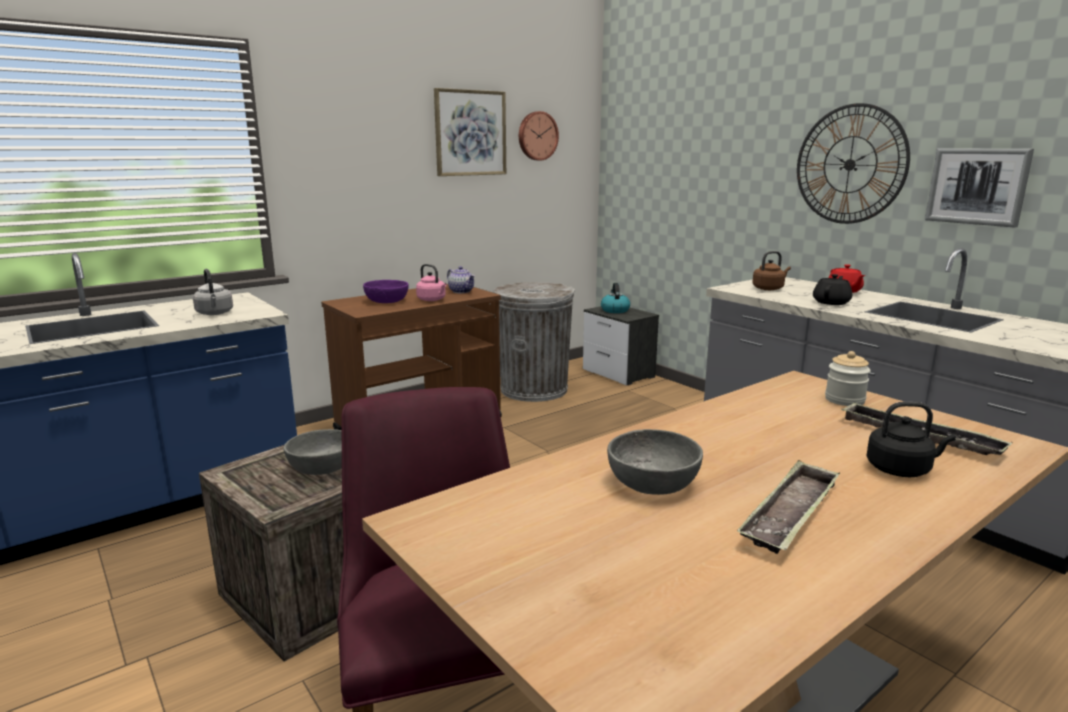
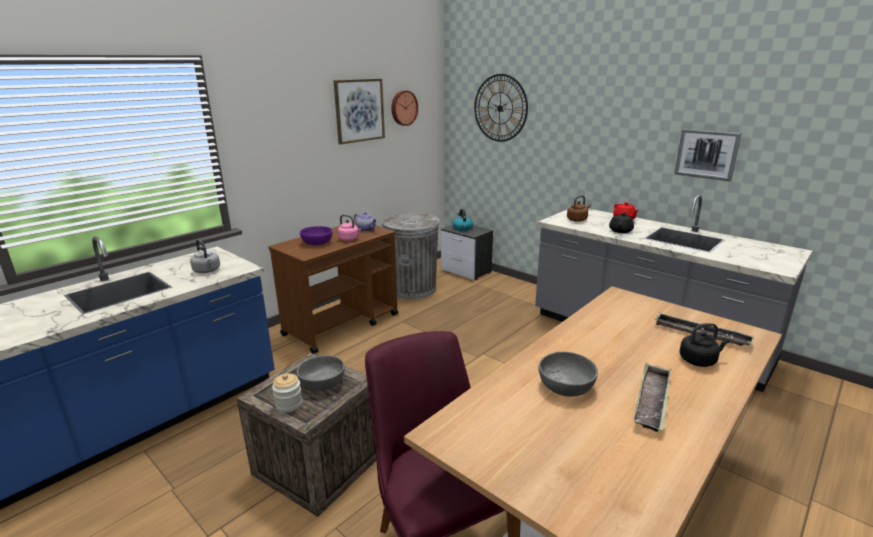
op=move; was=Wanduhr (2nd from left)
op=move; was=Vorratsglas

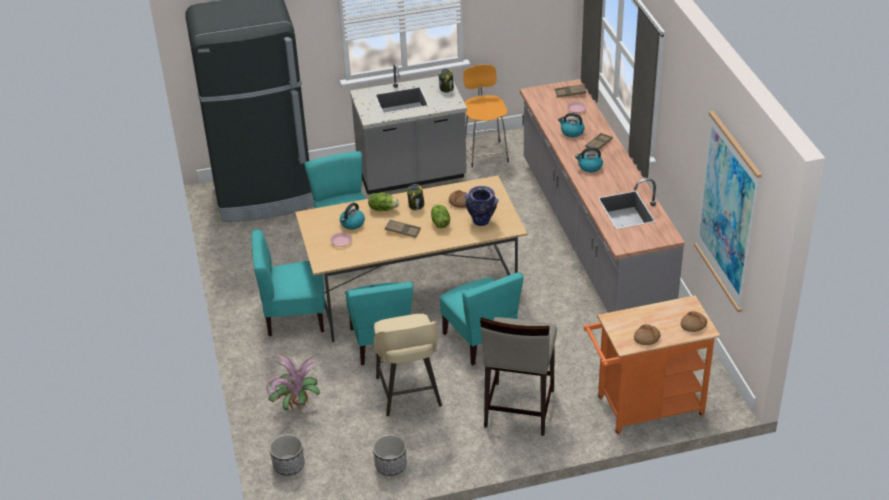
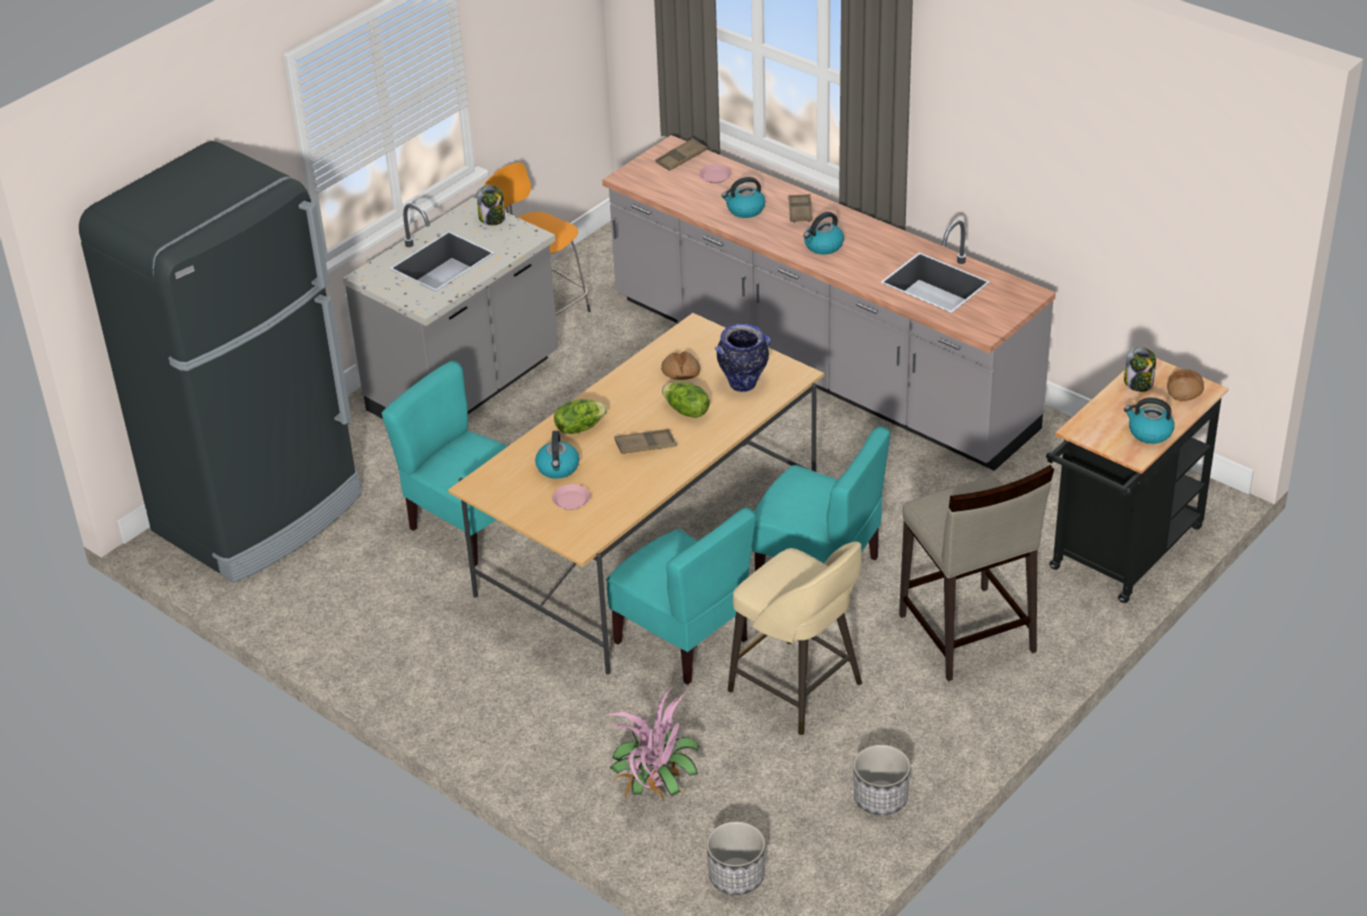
op=delete; was=Stuhl [türkis] (1st from left)
op=move; was=Vorratsglas (1st from left in the first image); now=Vorratsglas (2nd from left)
op=recolor; was=Rollwagen [orange]; now=Rollwagen [schwarz]
op=replace; was=Brot (2nd from left); now=Wasserkessel (4th from left)
op=delete; was=Bild

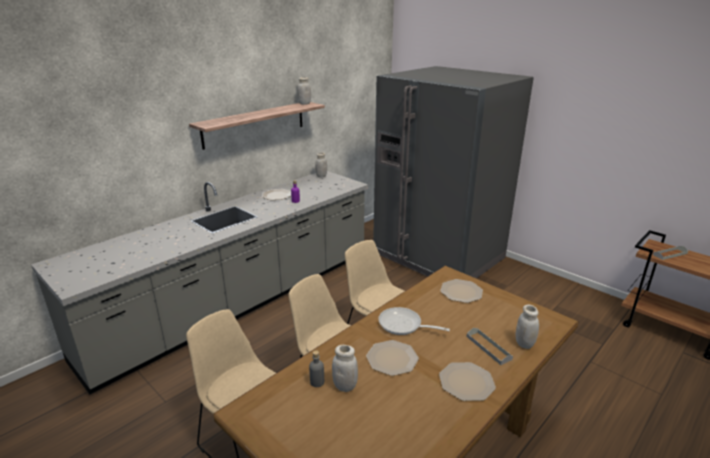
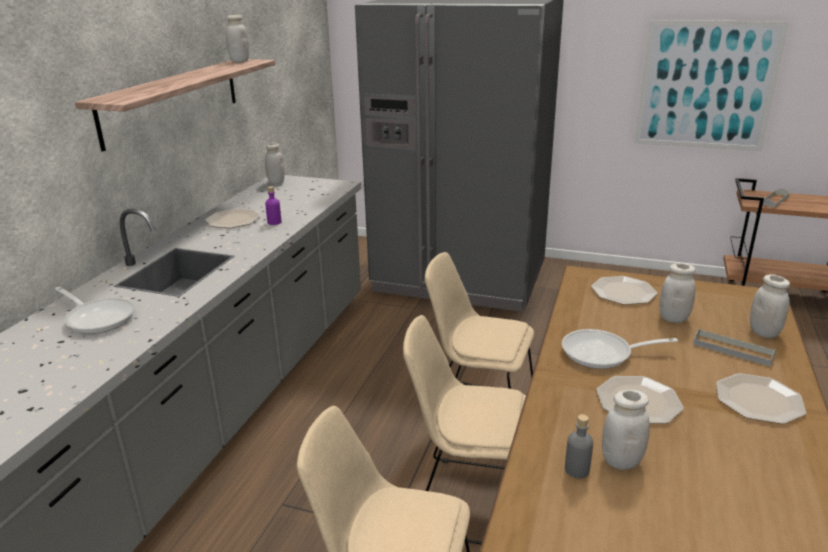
op=insert; now=Pfanne (1st from left)
op=insert; now=Bild
op=insert; now=Vorratsglas [weiß] (4th from left)

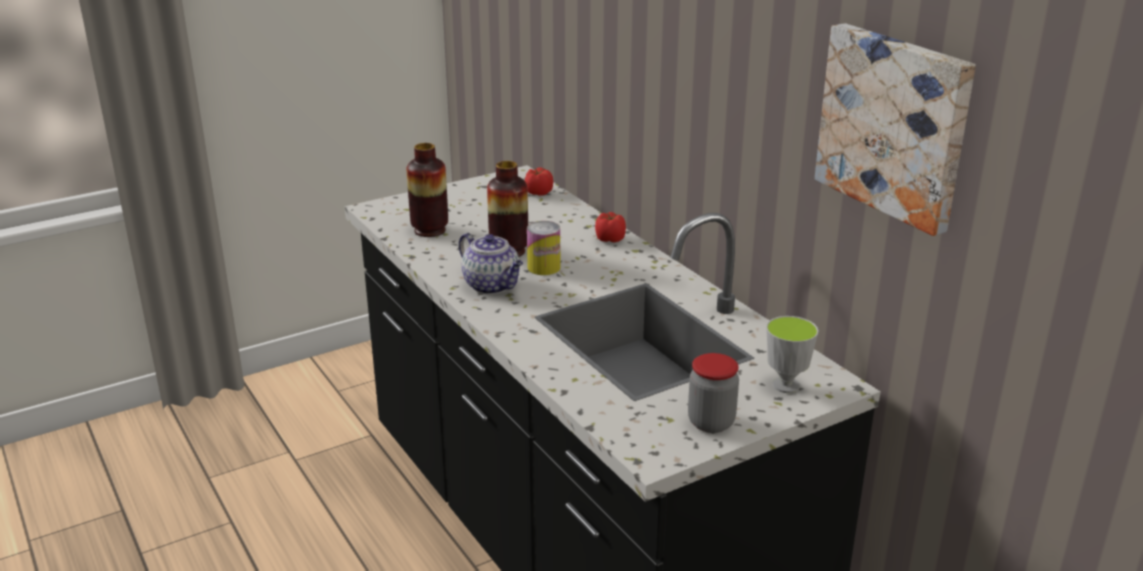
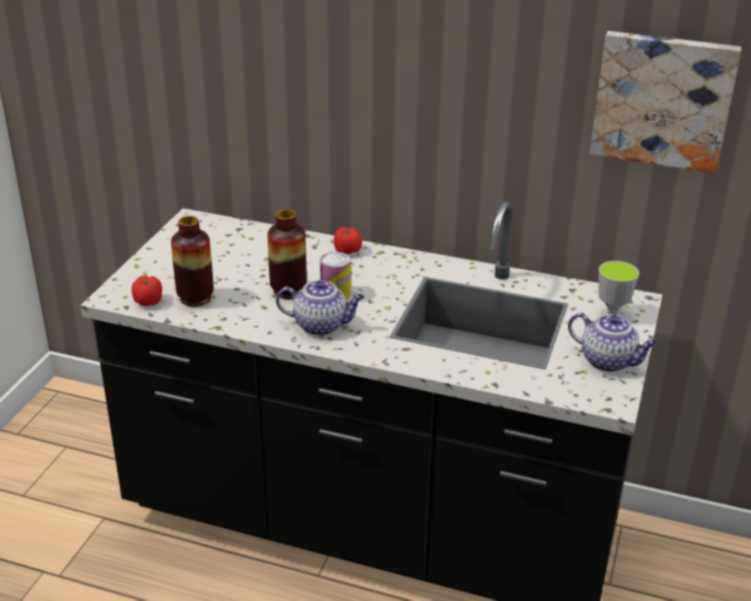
op=move; was=Tomate (1st from left)
op=replace; was=Vorratsglas; now=Teekanne (2nd from left)

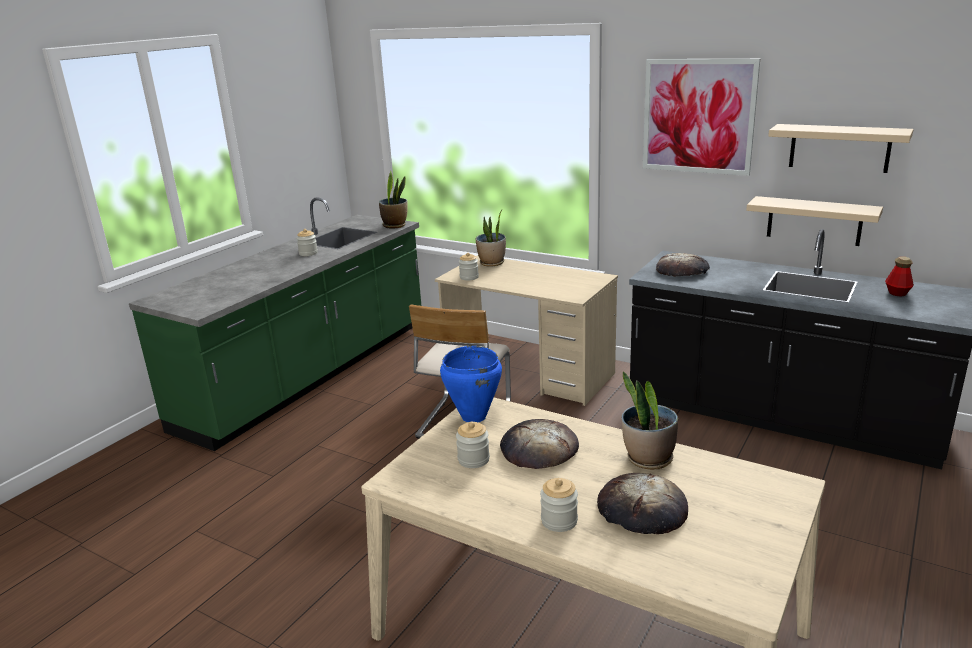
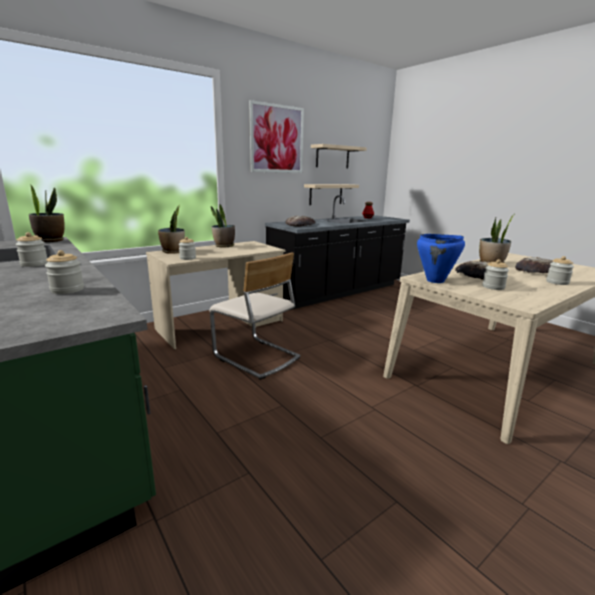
op=insert; now=Vorratsglas (2nd from left)
op=insert; now=Topfpflanze (3rd from left)

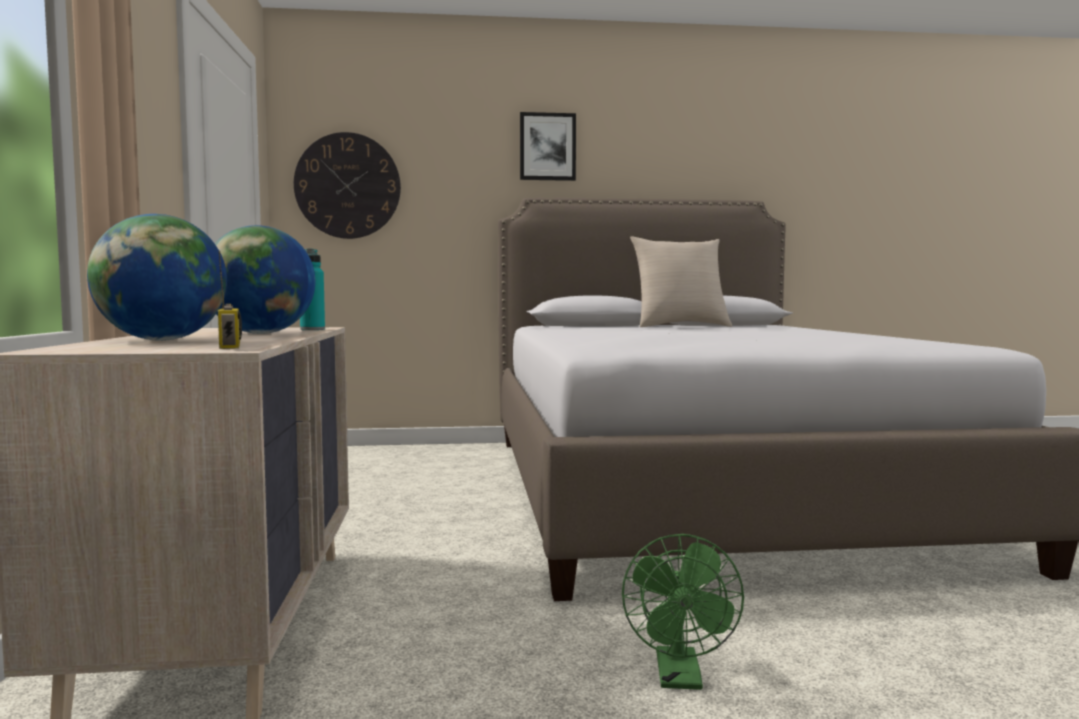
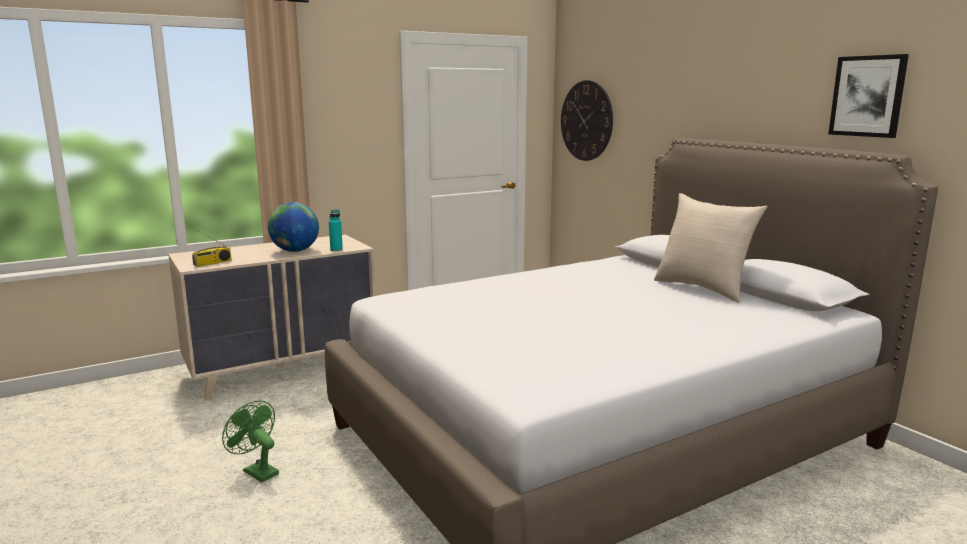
op=delete; was=Globus (1st from left)
op=move; was=Bild
op=rotate; was=Ventilator [grün]; clockwise=60

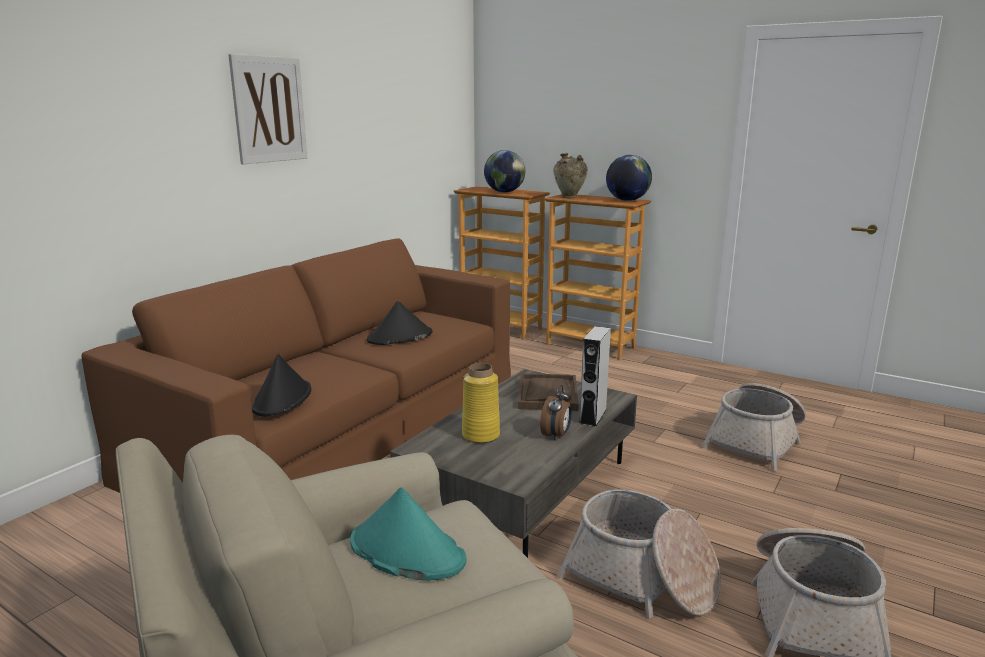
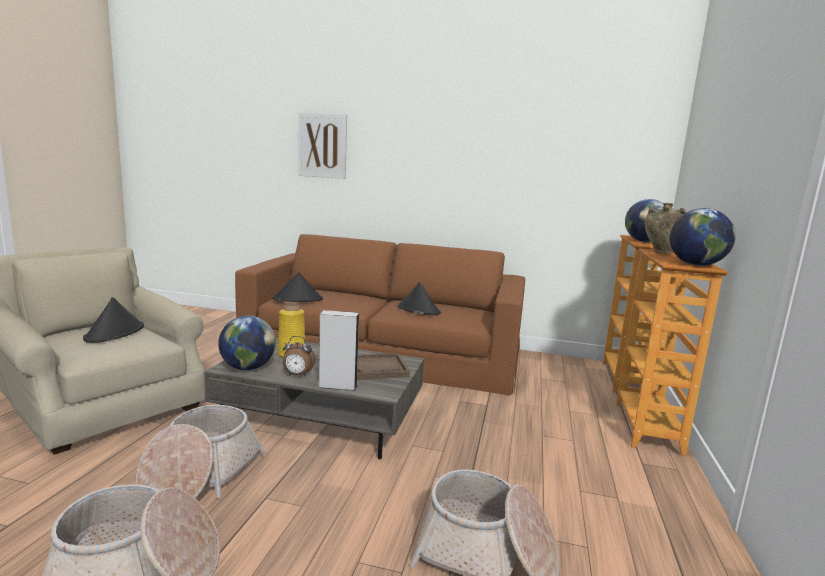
op=move; was=Bild
op=recolor; was=Hut [türkis]; now=Hut [schwarz] (1st from left)
op=insert; now=Globus (1st from left)

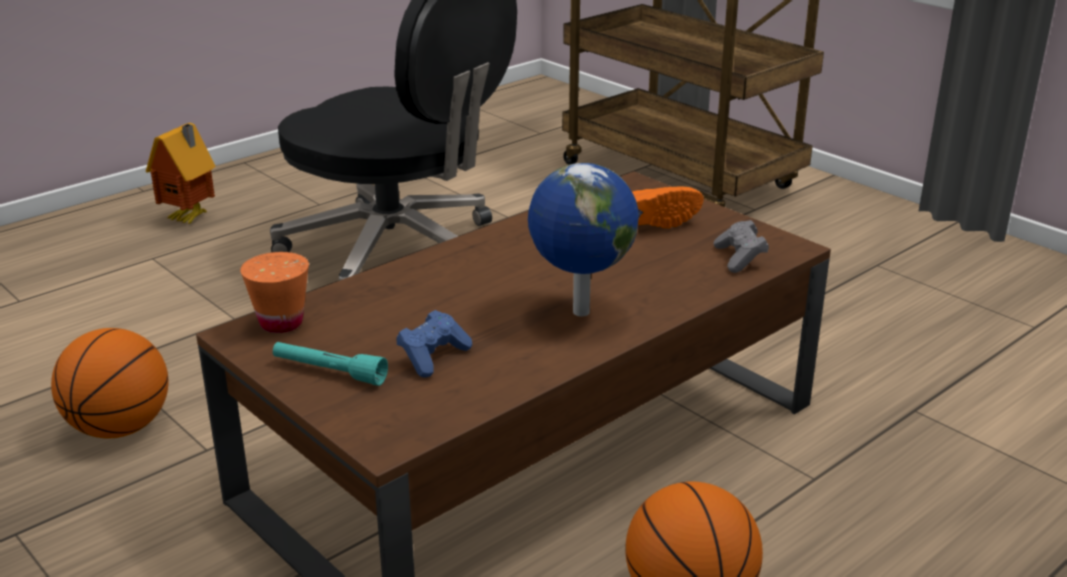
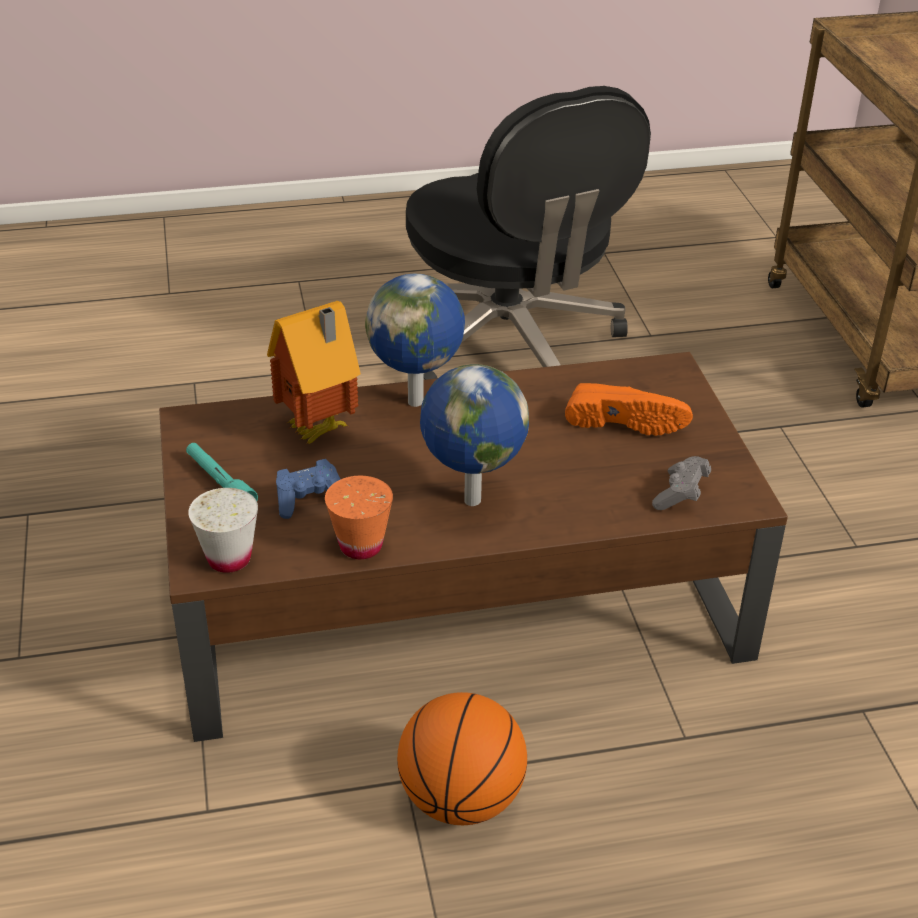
op=delete; was=Basketball (1st from left)
op=move; was=Spielzeughaus
op=move; was=Tasse [orange]
op=insert; now=Tasse [weiß]
op=insert; now=Globus (1st from left)

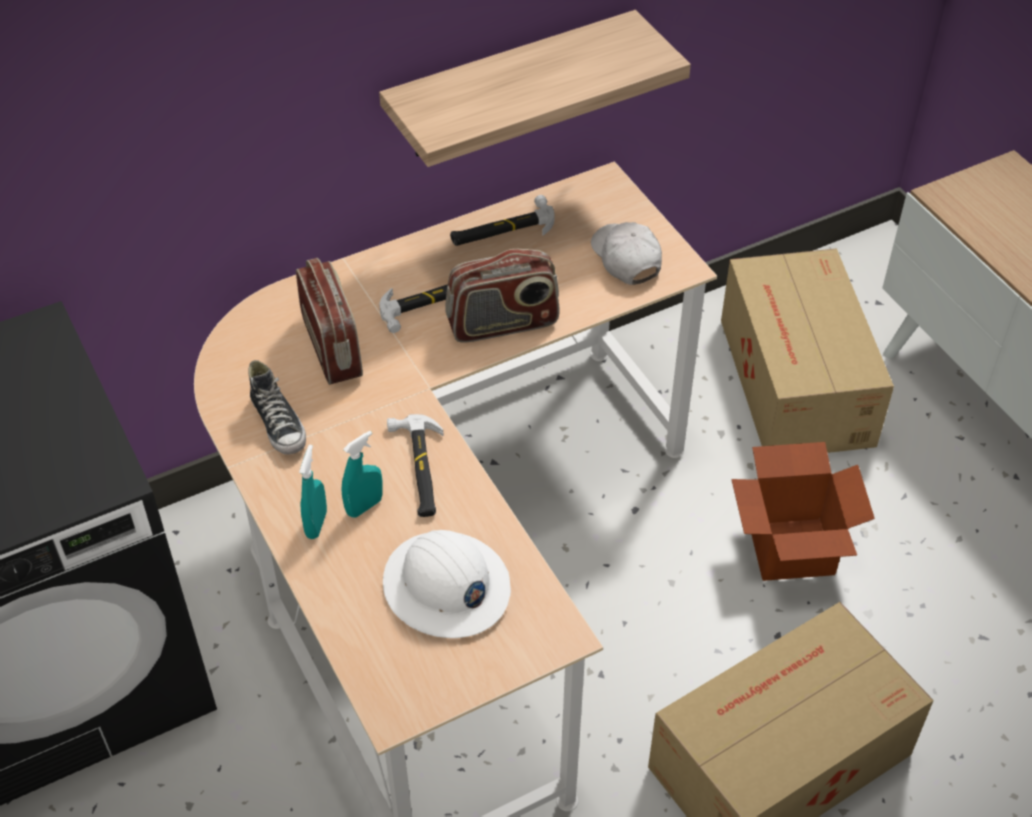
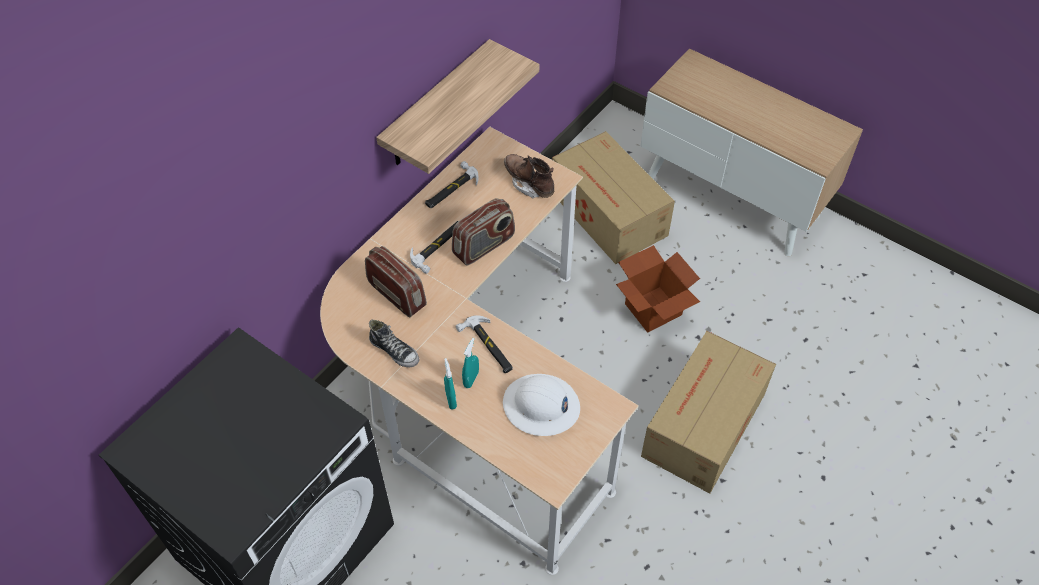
op=replace; was=Kappe [weiß]; now=Stiefel [braun]

